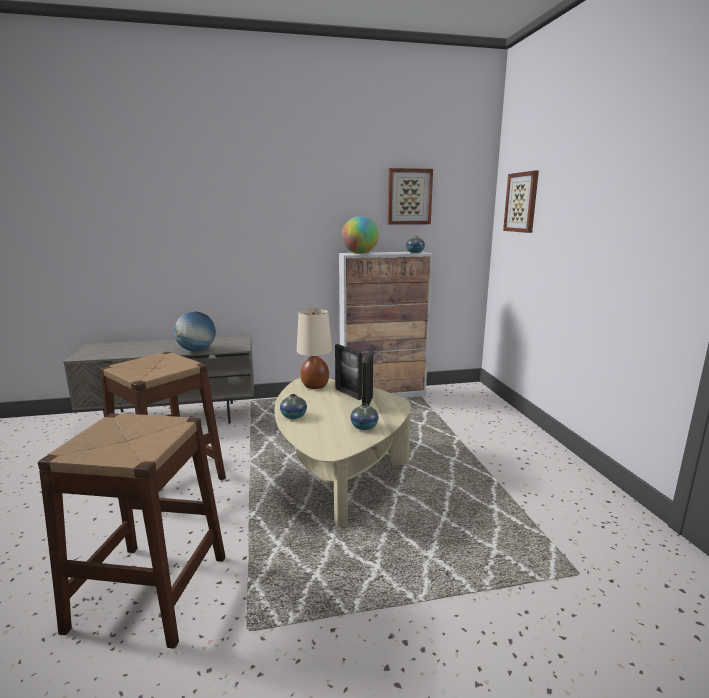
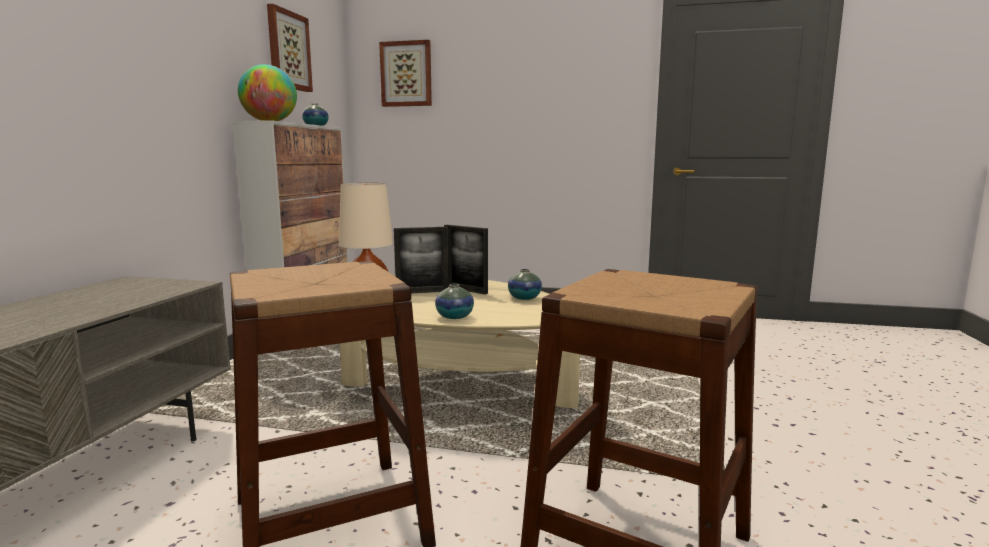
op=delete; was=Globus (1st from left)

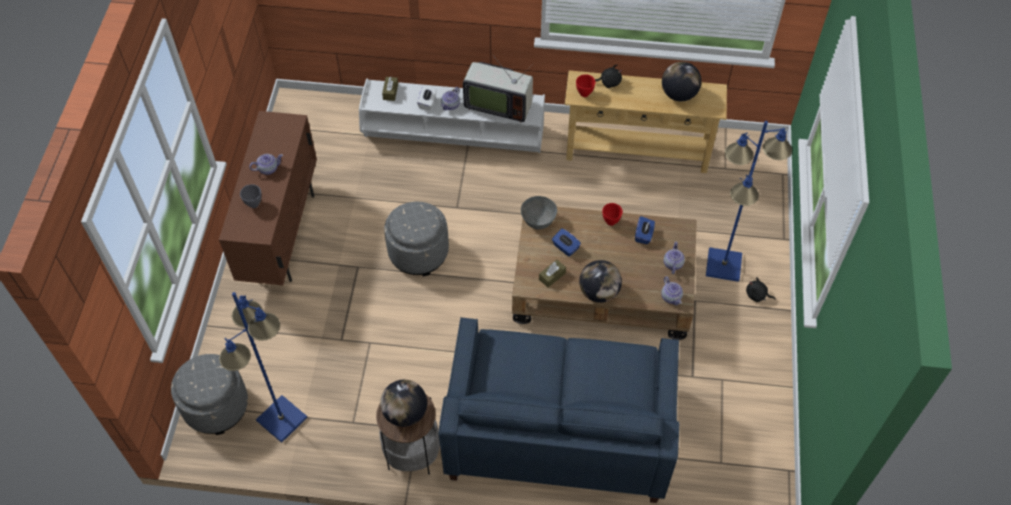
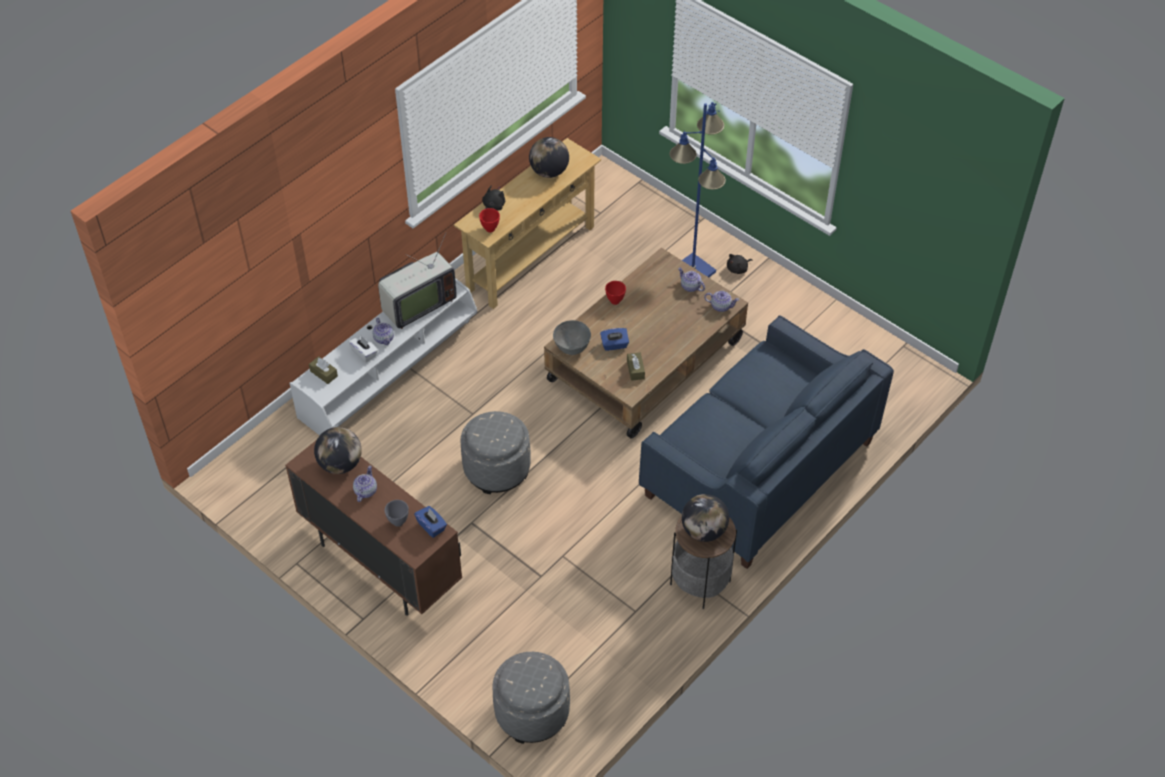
op=delete; was=Stehlampe [blau] (1st from left)
op=move; was=Globus (2nd from left in the first image); now=Globus (1st from left)
op=move; was=Taschentuchbox [blau] (2nd from left in the first image); now=Taschentuchbox [blau] (1st from left)

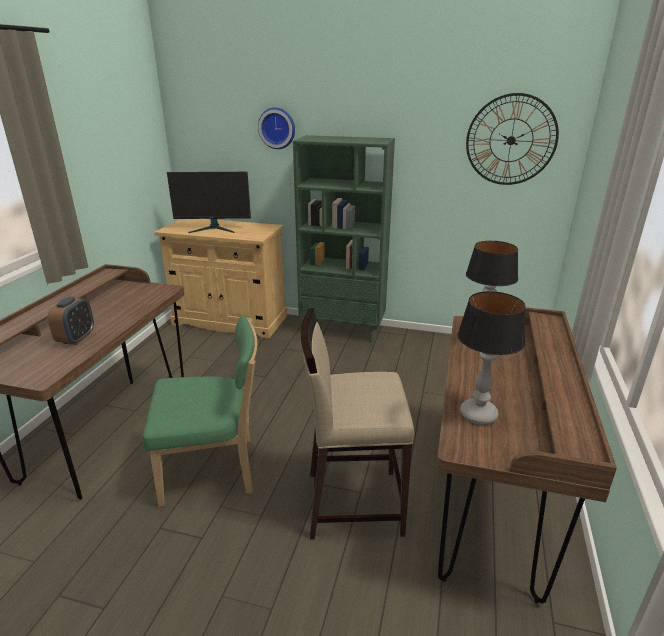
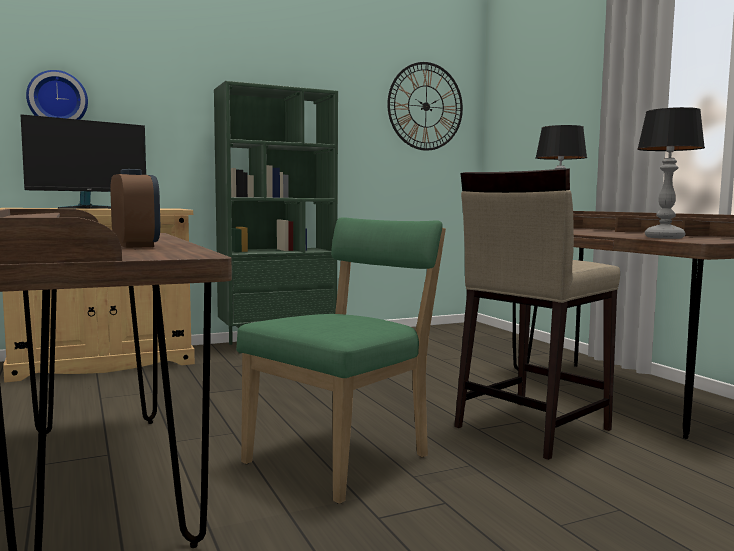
op=move; was=Wanduhr (1st from left)

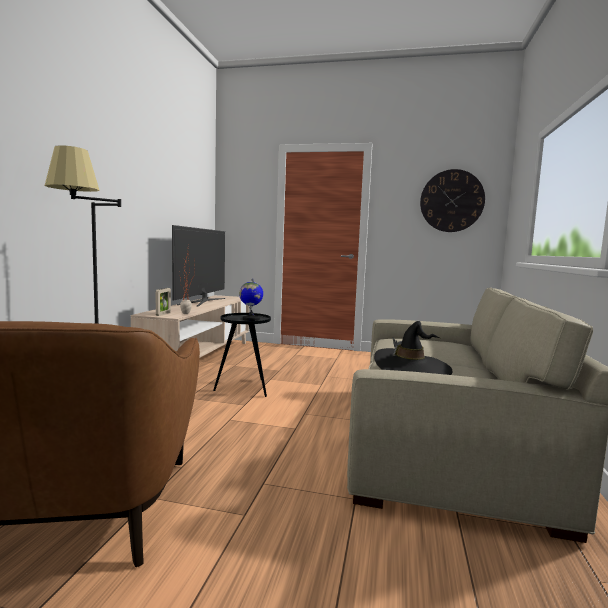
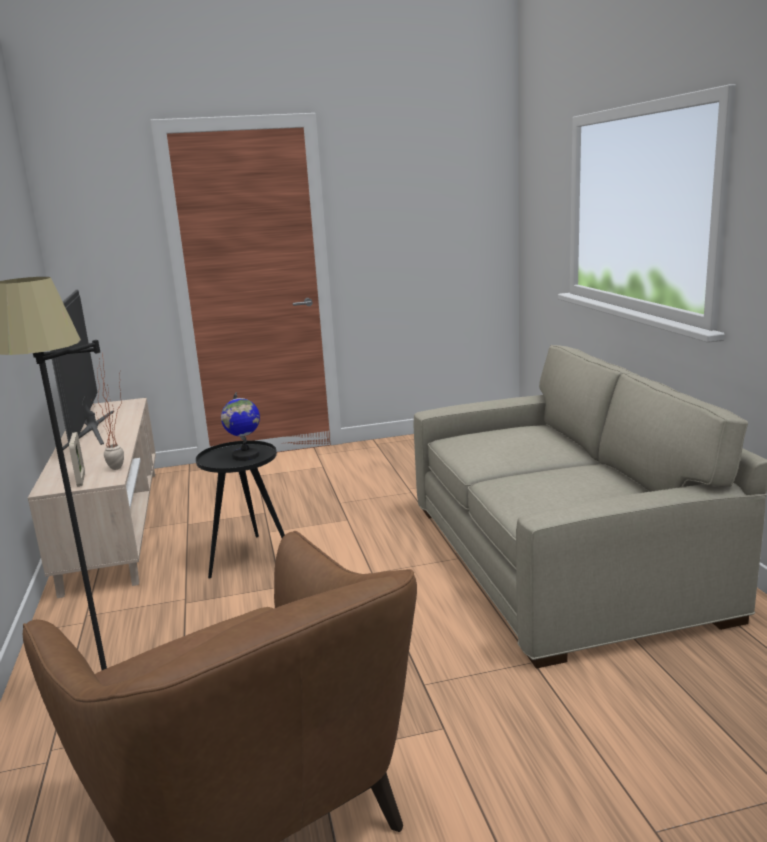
op=delete; was=Hut [schwarz]
op=delete; was=Wanduhr

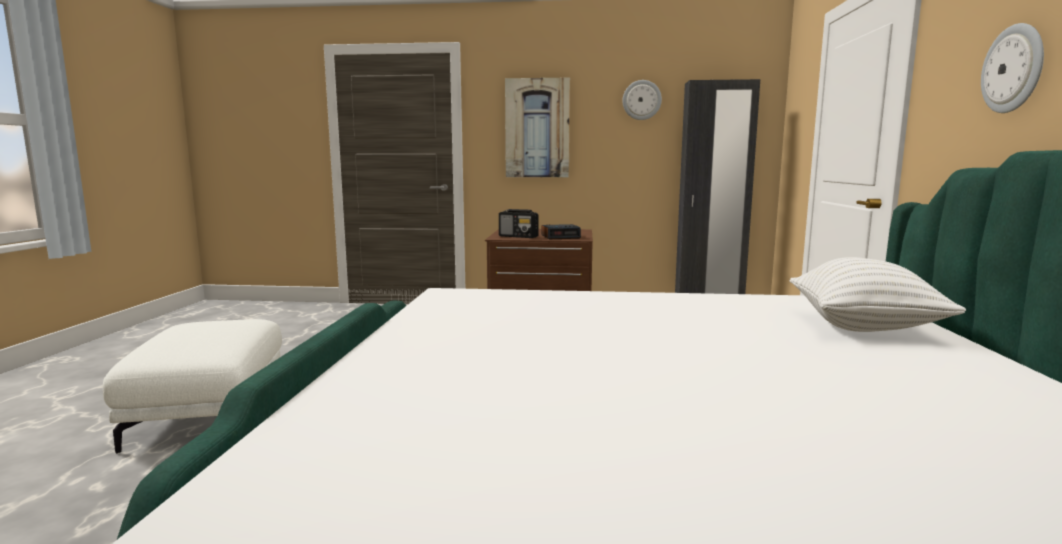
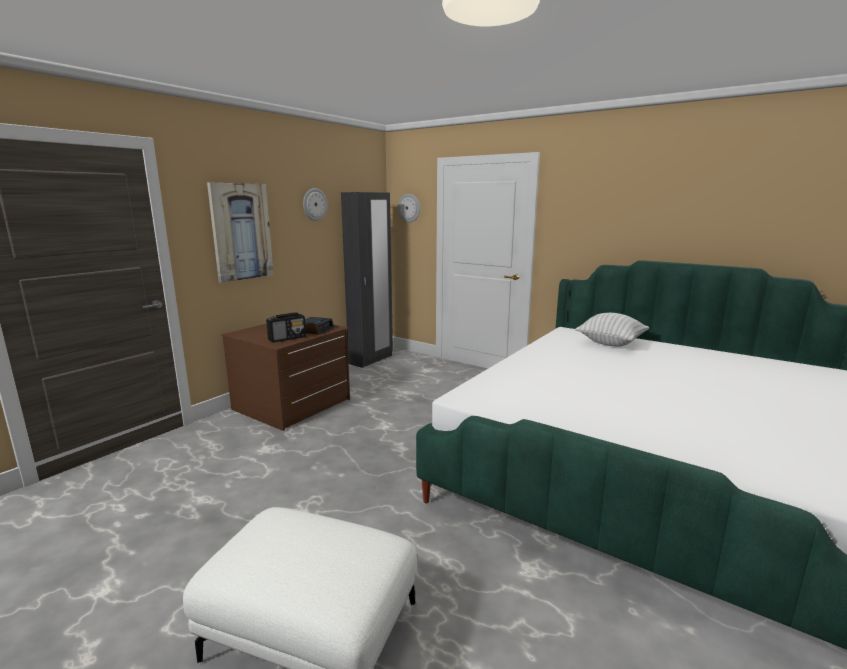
op=move; was=Wanduhr (2nd from left)

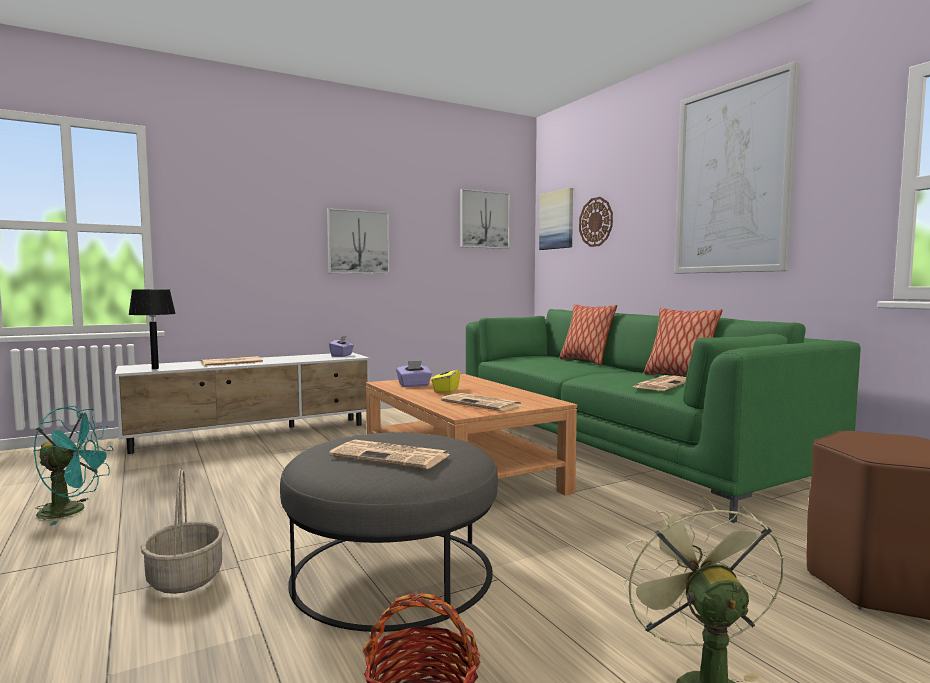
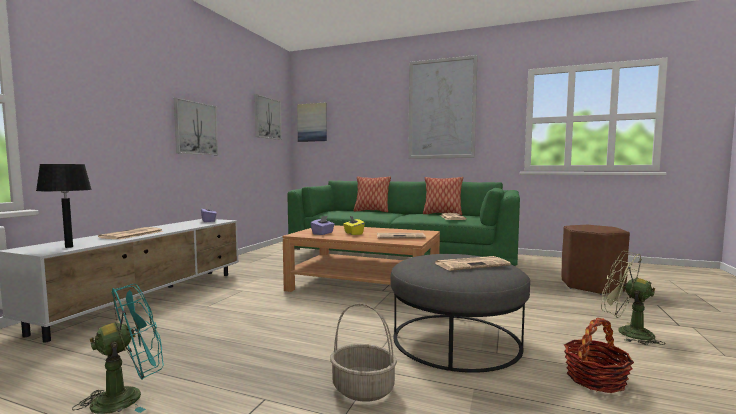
op=delete; was=Wanduhr

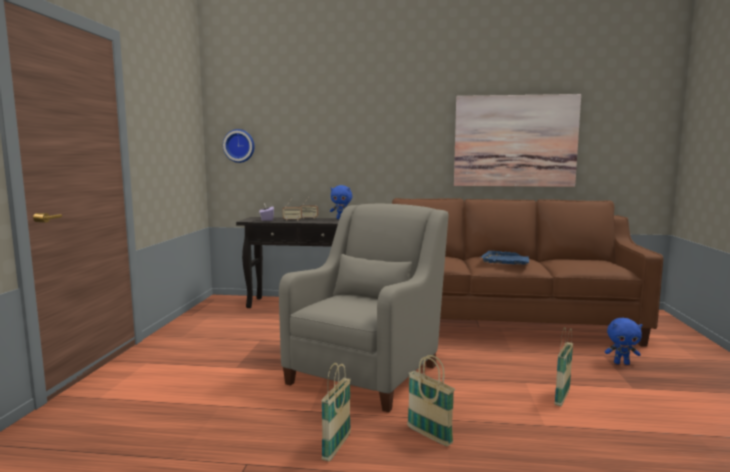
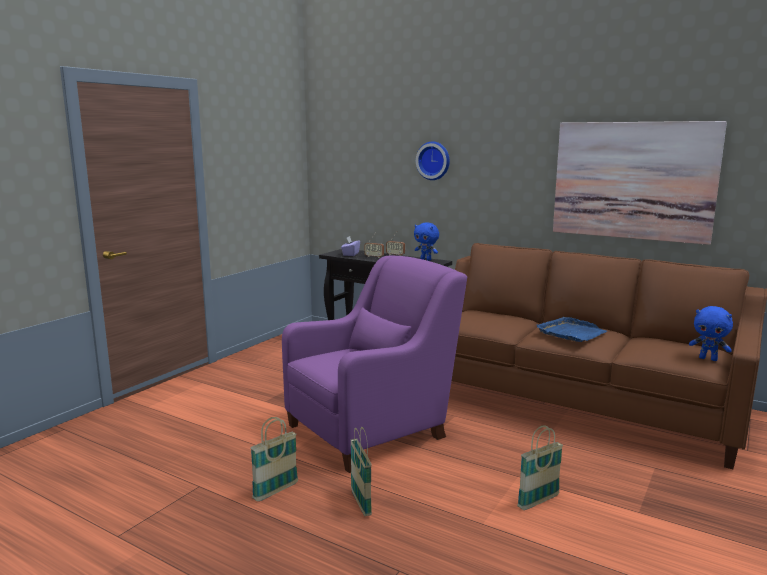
op=move; was=Wanduhr
op=recolor; was=Sessel [grau]; now=Sessel [lila]
op=move; was=Plüschtier [blau] (2nd from left)

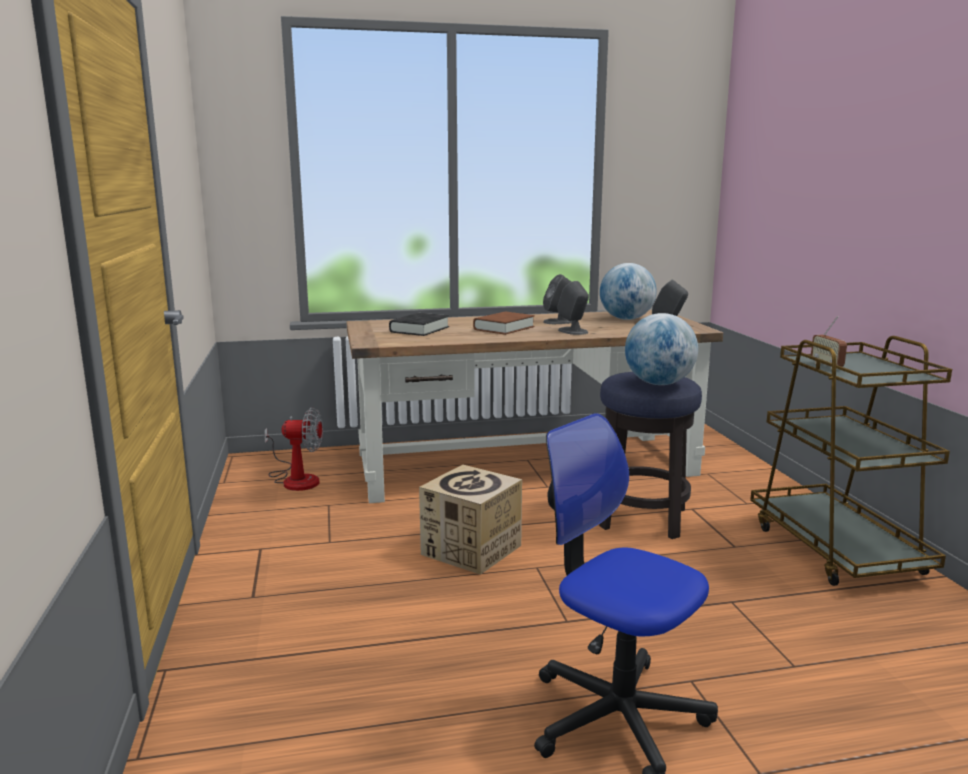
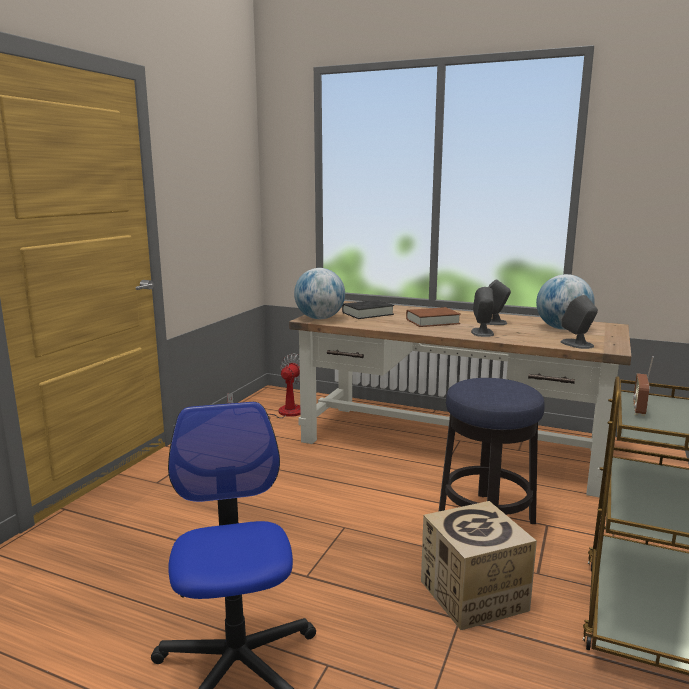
op=rotate; was=Ventilator; clockwise=-105
op=move; was=Karton
op=move; was=Globus (2nd from left in the first image); now=Globus (1st from left)

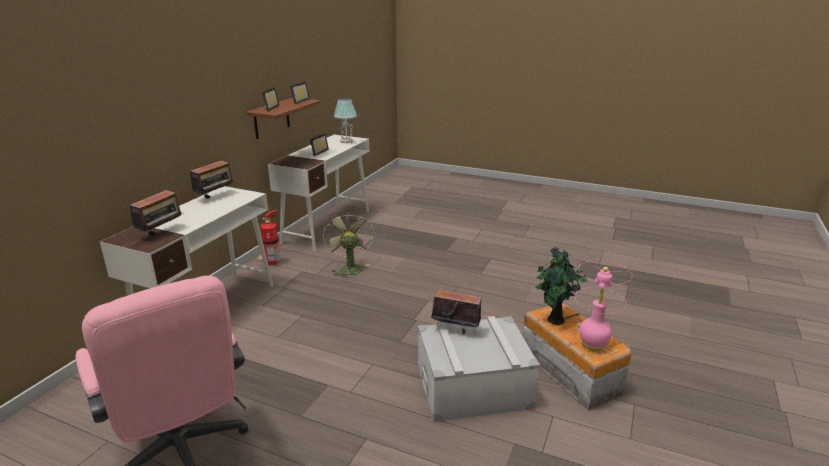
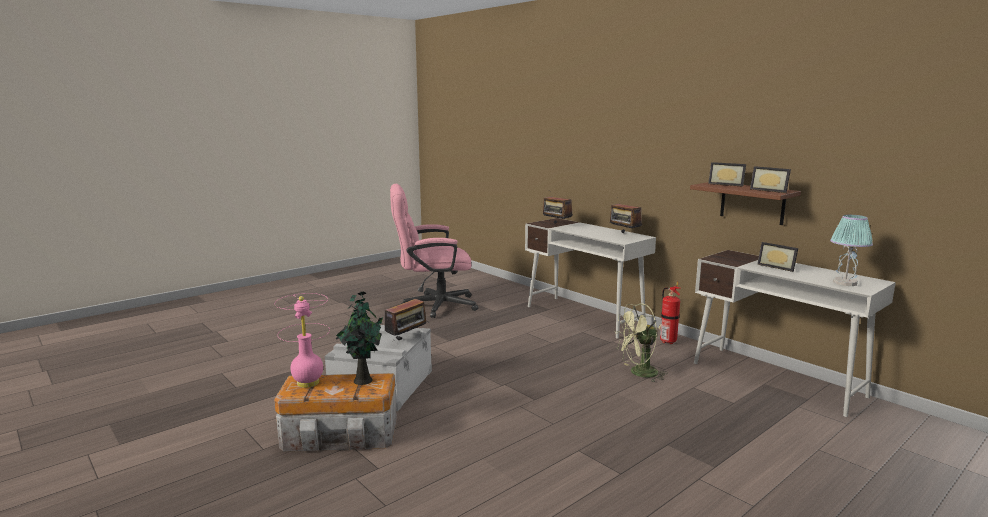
op=rotate; was=Ventilator [grün]; clockwise=150

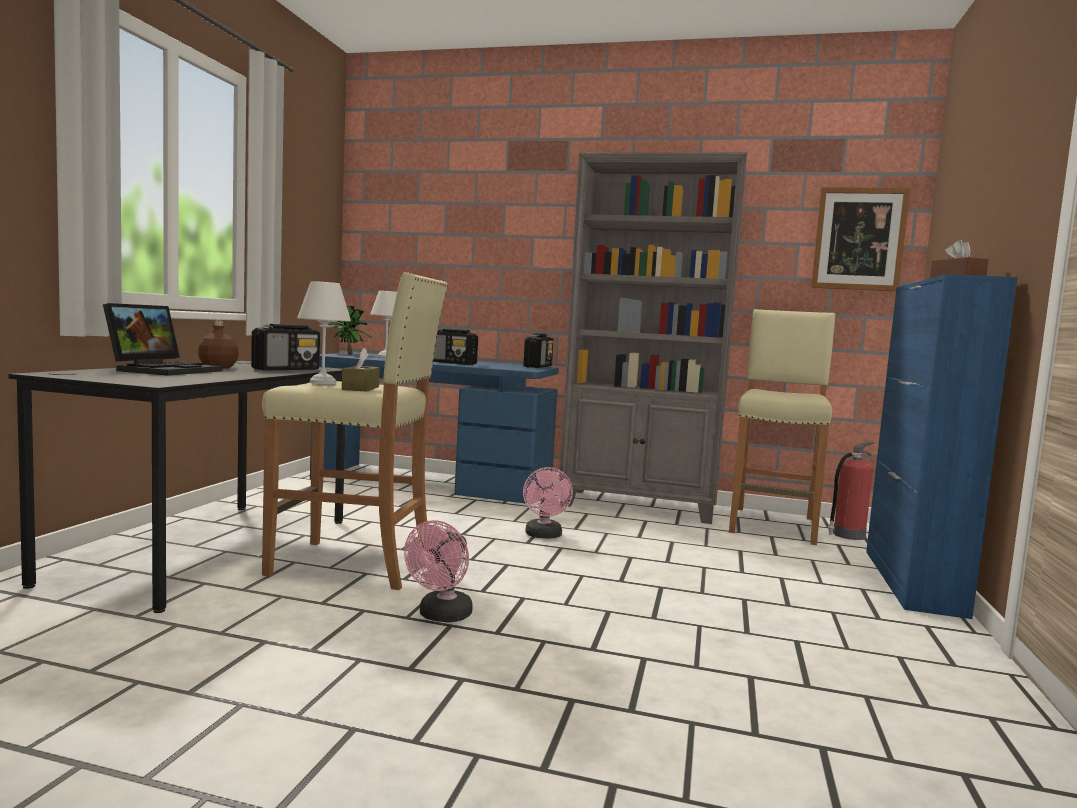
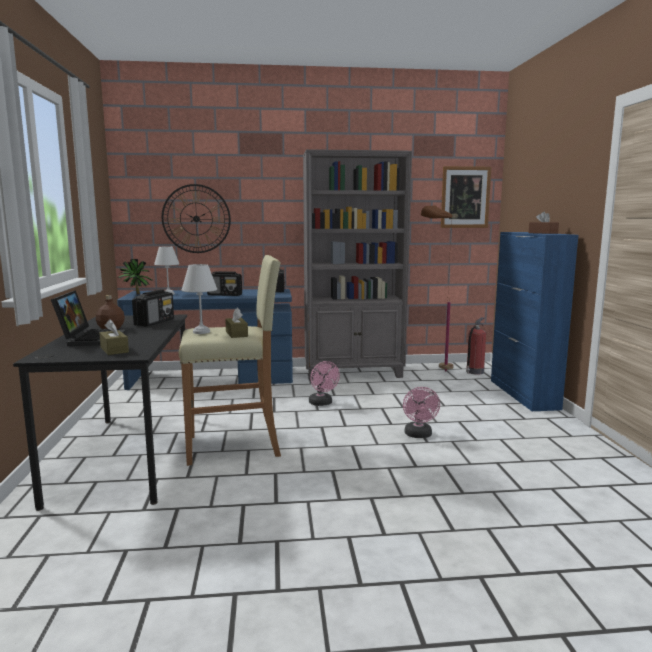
op=move; was=Ventilator [rosa] (1st from left in the first image); now=Ventilator [rosa] (2nd from left)
op=replace; was=Hocker [beige] (2nd from left); now=Stehlampe [braun]
op=insert; now=Taschentuchbox [braun] (1st from left)
op=insert; now=Wanduhr

